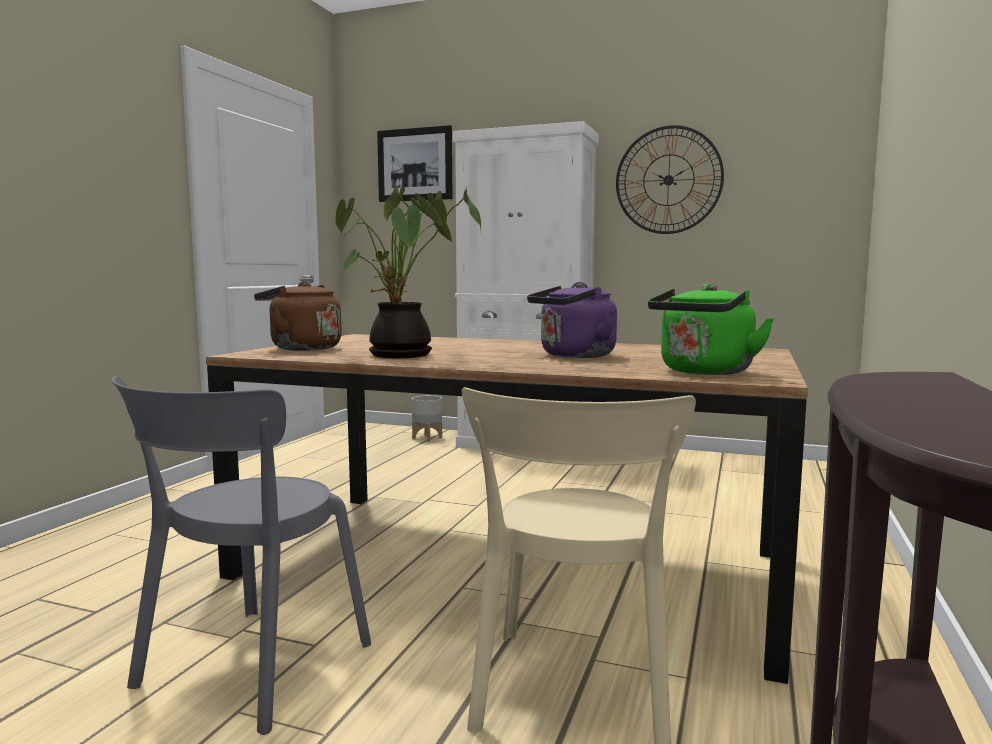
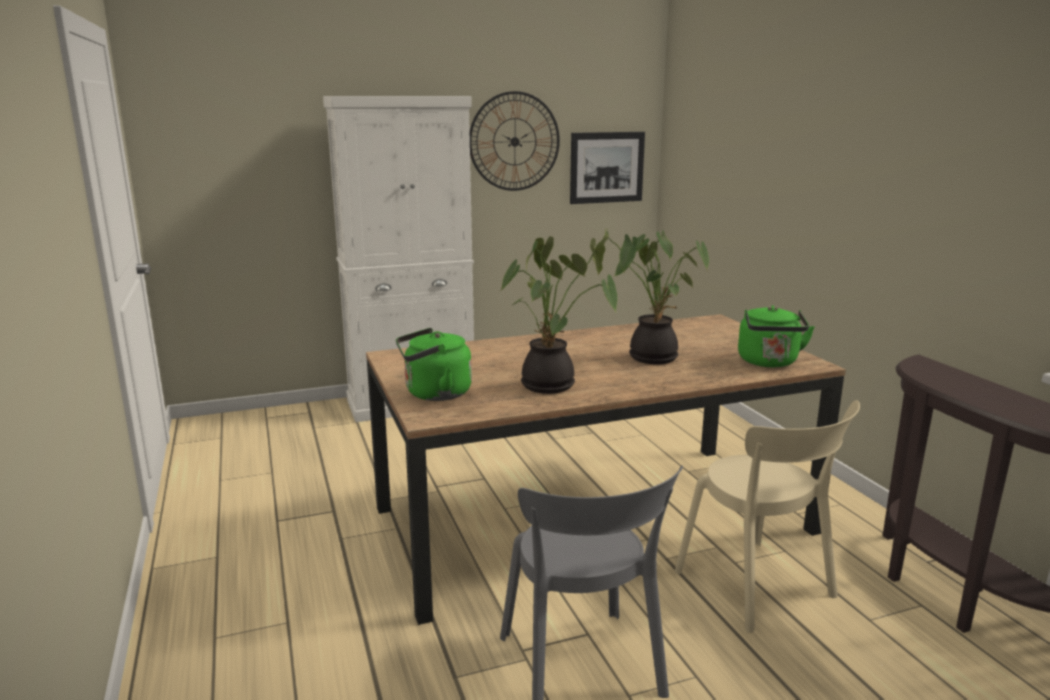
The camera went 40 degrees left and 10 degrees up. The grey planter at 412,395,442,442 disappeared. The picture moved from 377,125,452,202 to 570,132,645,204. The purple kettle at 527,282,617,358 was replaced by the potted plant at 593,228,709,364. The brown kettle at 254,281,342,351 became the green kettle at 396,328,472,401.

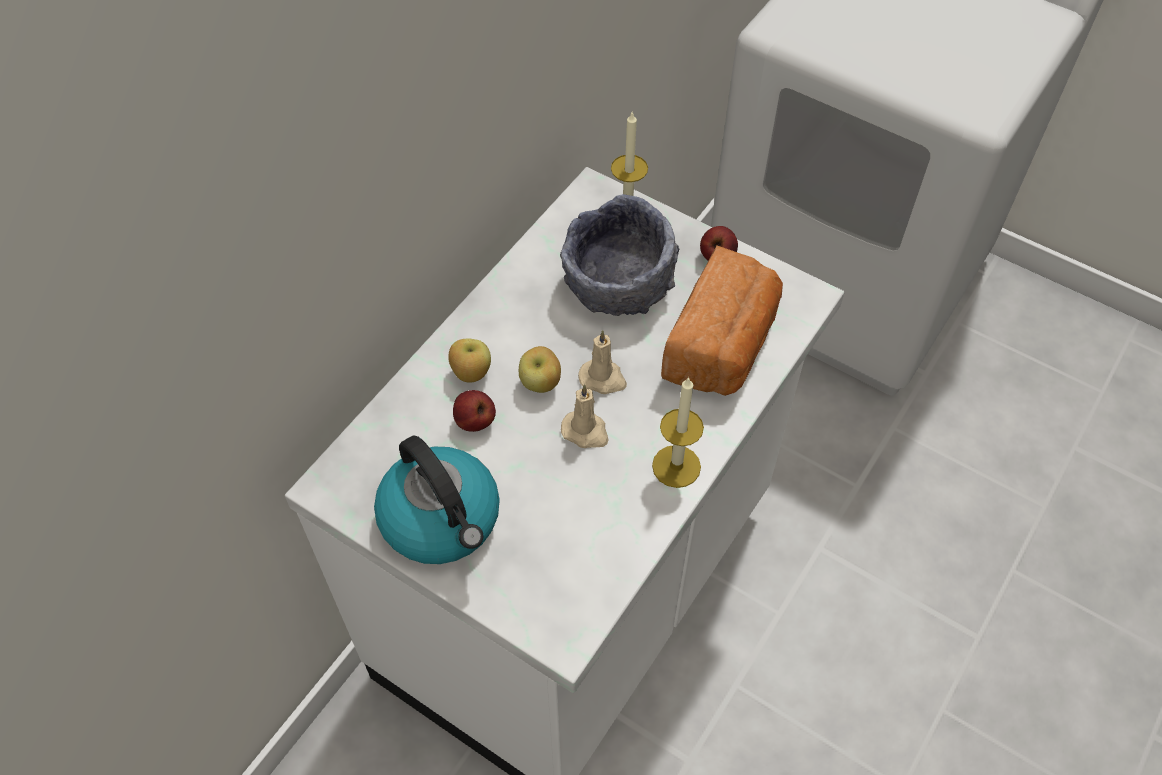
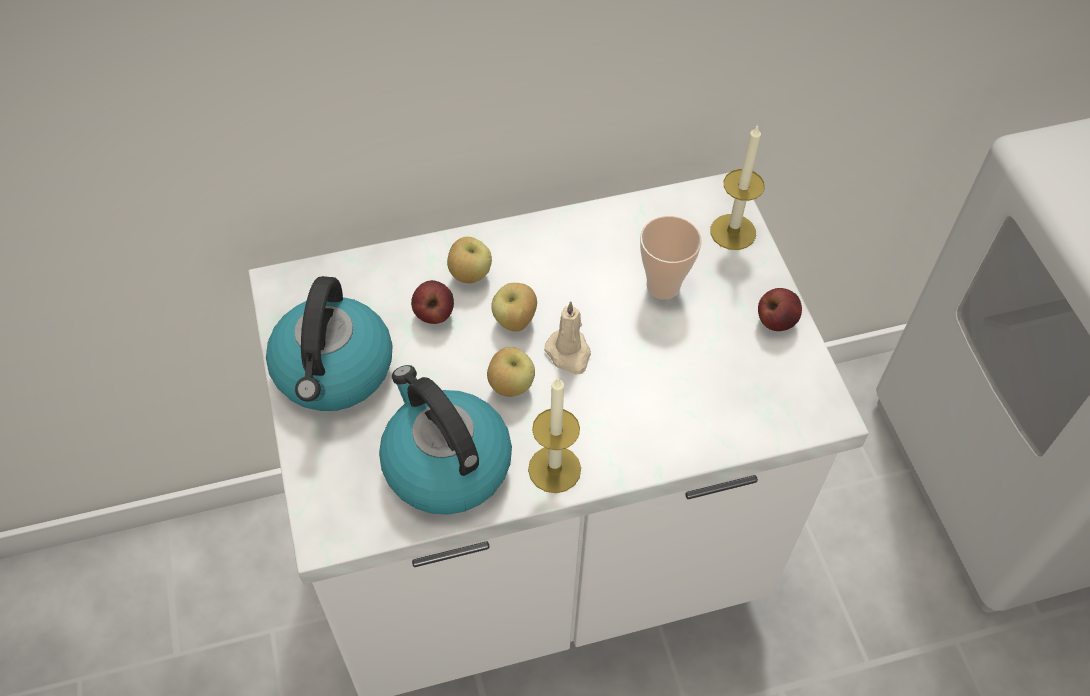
The camera went 40 degrees right and 0 degrees up. The bread at 661,245,783,396 disappeared. The kettle at 379,365,512,515 appeared. The grey bowl at 560,194,679,316 was replaced by the cup at 640,216,702,300. The beige candle at 561,384,608,448 was replaced by the apple at 487,347,535,397.

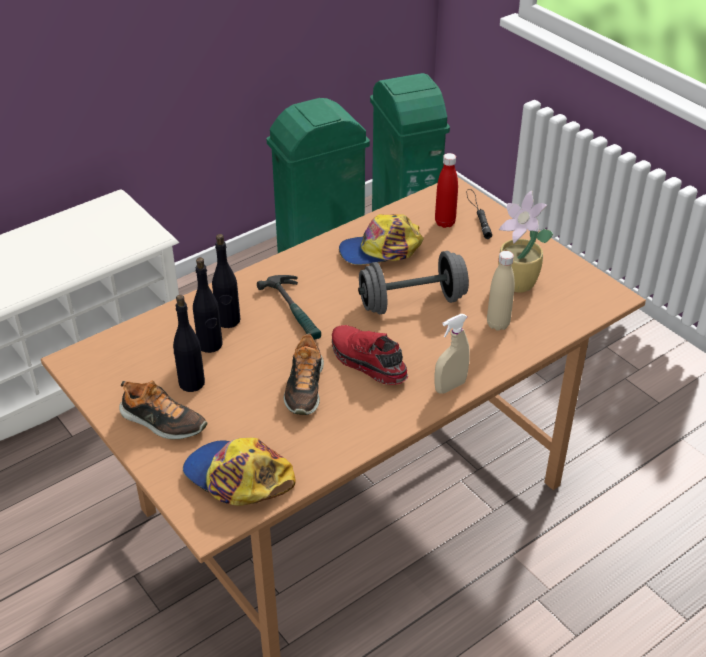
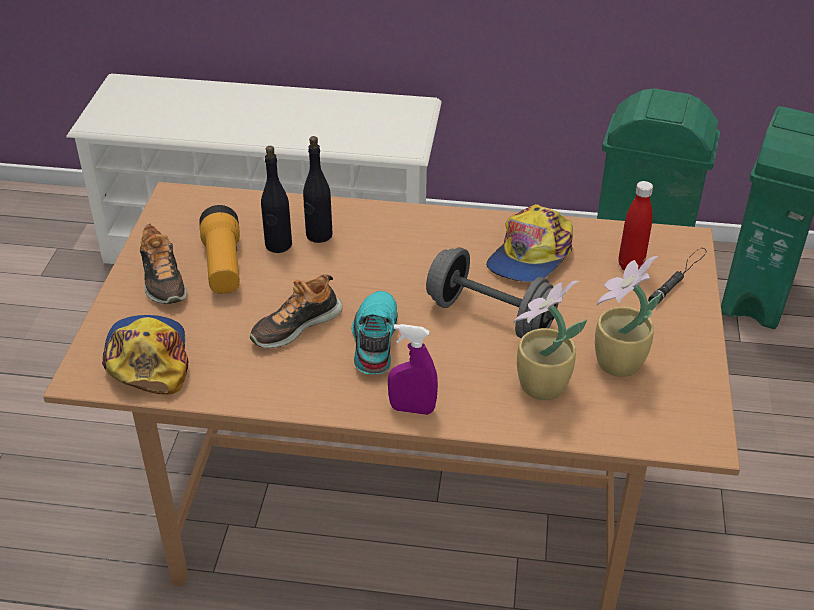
The camera went 45 degrees right and 0 degrees up. The hammer at 257,275,321,340 disappeared. The black bottle at 173,295,205,392 was replaced by the flashlight at 200,205,240,293. The beige bottle at 487,251,515,331 was replaced by the potted plant at 513,281,587,400. The red shoe at 332,325,408,385 became the turquoise shoe at 351,291,398,375. The beige spray bottle at 434,314,470,394 became the purple spray bottle at 388,324,438,415. The cap at 339,214,423,265 turned 90 degrees counterclockwise.

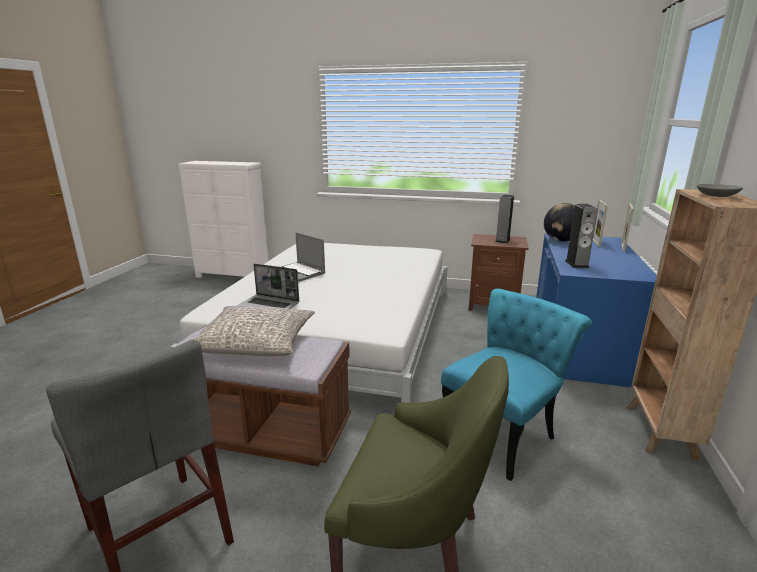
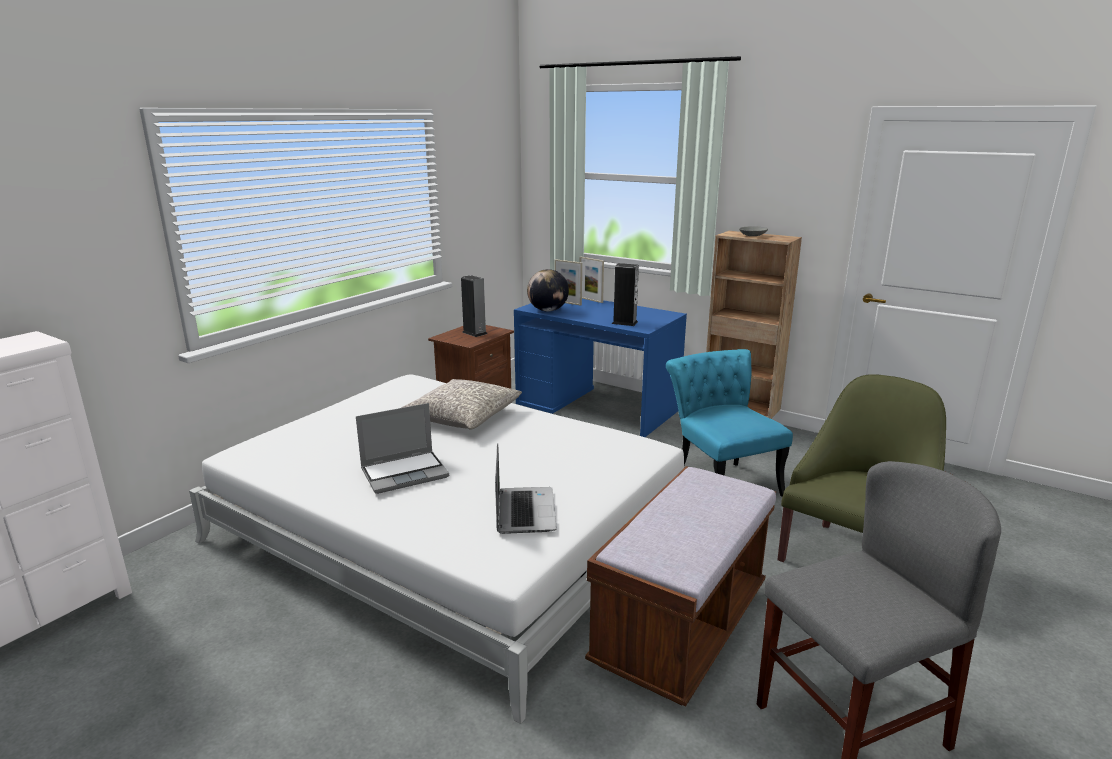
The camera went 70 degrees left and 0 degrees up. The grey pillow moved from 193,306,315,356 to 401,379,522,430. The laptop at 237,264,299,309 turned 45 degrees counterclockwise.

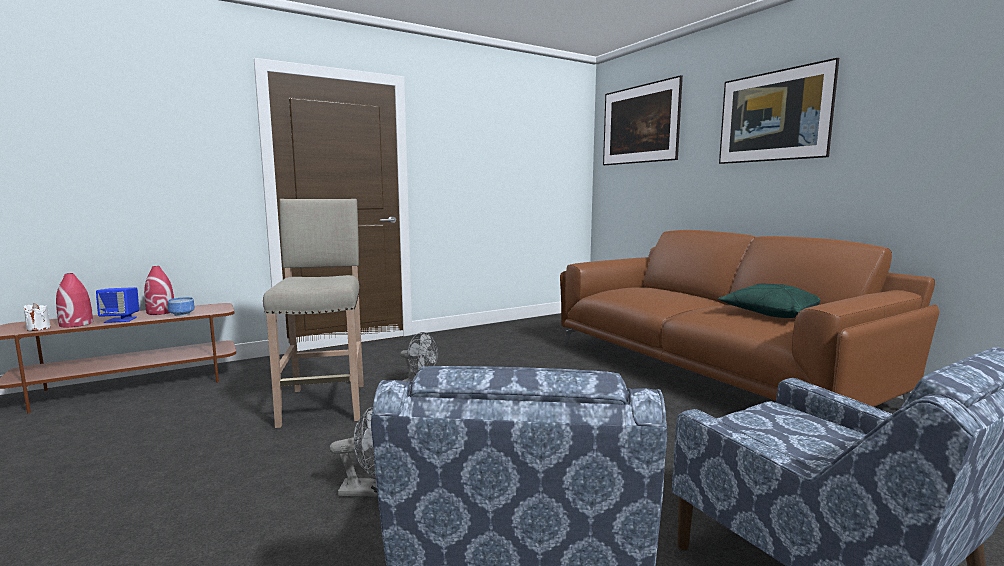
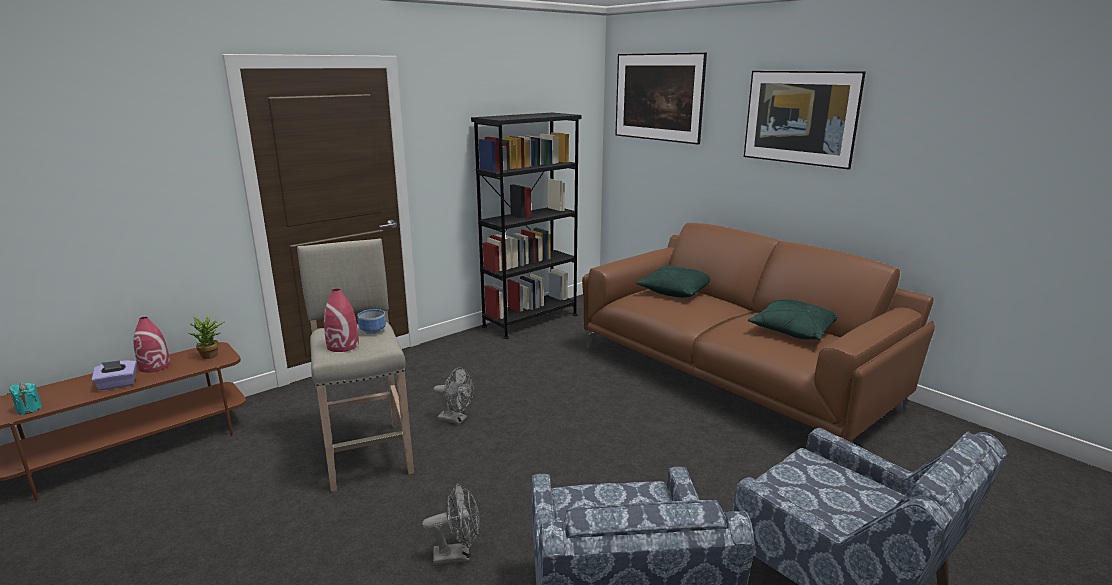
The camera went 10 degrees left and 10 degrees up. The potted plant at 188,314,225,359 appeared. The black bookcase at 471,113,582,339 appeared. The green pillow at 636,265,710,298 appeared. The red vase moved from 56,273,93,327 to 324,289,359,352. The bowl moved from 167,297,195,316 to 358,309,386,334. The blue speaker at 96,287,139,323 was replaced by the purple tissue box at 92,360,137,391. The white candle at 23,303,51,331 became the turquoise candle at 9,383,42,415.

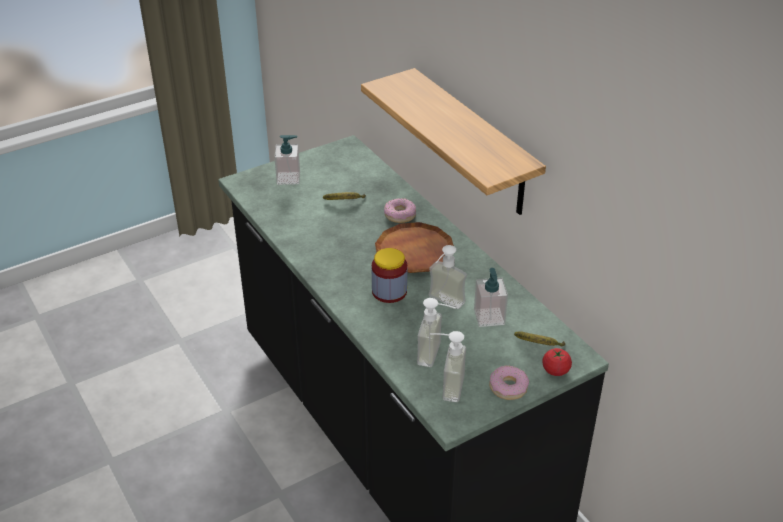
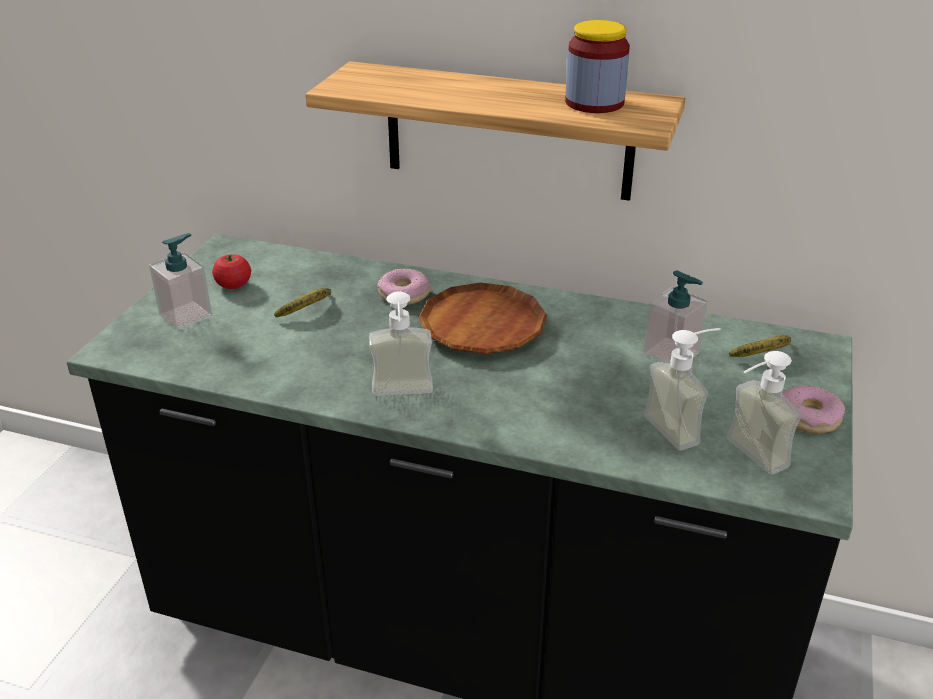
The camera went 40 degrees left and 5 degrees down. The jar moved from 372,248,407,303 to 565,20,630,113. The soap dispenser moved from 429,245,467,309 to 369,291,433,396. The tomato moved from 542,348,572,376 to 212,254,251,289.

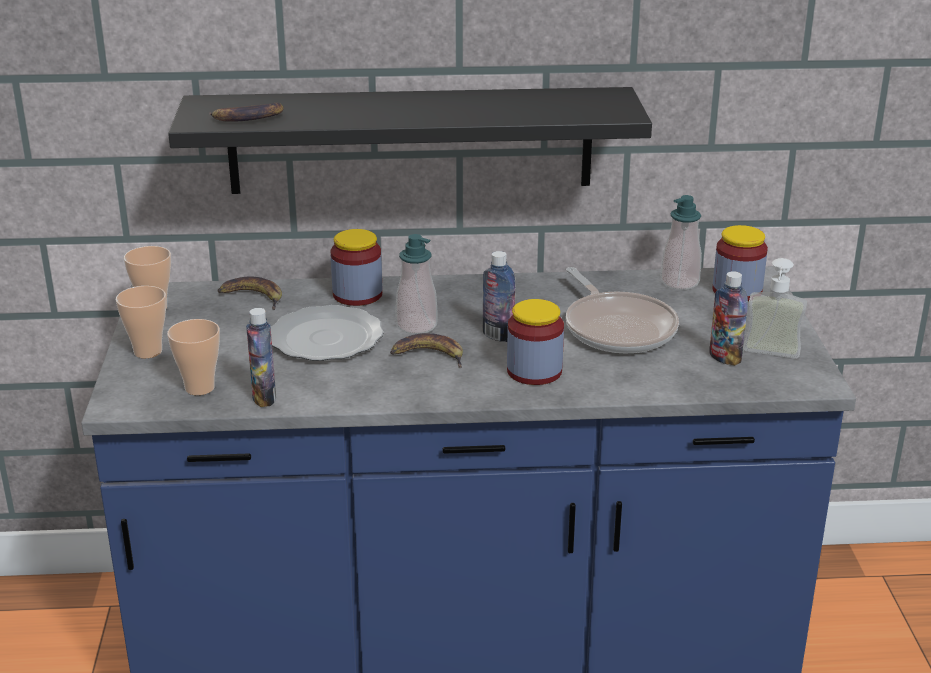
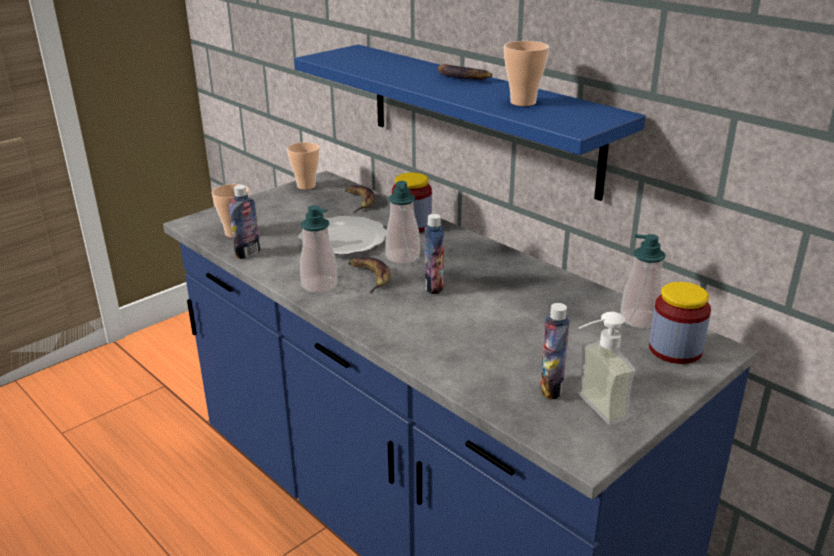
The camera went 50 degrees right and 0 degrees up. The jar at 507,299,564,385 disappeared. The frying pan at 566,267,679,353 disappeared. The soap dispenser at 300,205,338,293 appeared. The cup moved from 116,286,166,358 to 504,41,549,106. The banana moved from 209,103,284,122 to 438,64,492,80. The black shelf at 168,87,652,194 became the blue shelf at 294,44,645,201.

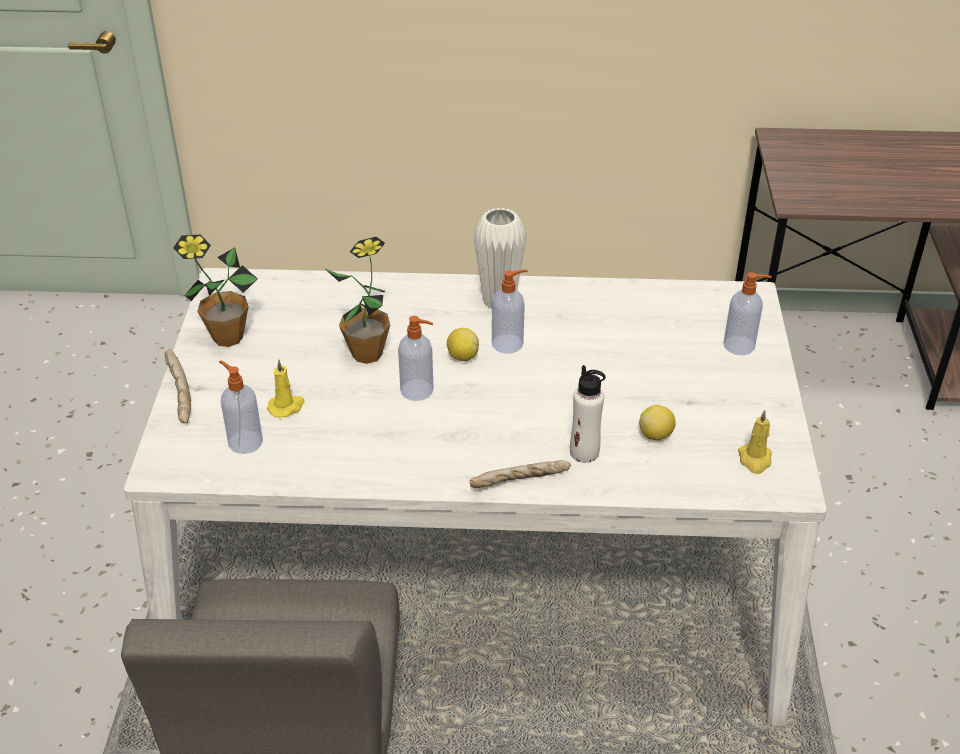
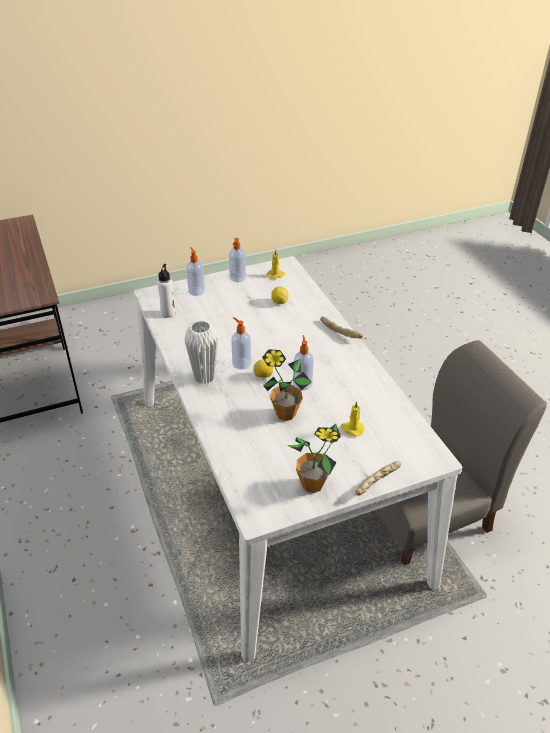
The camera went 115 degrees left and 0 degrees up. The soap dispenser moved from 219,360,263,454 to 229,238,246,282. The white bottle moved from 570,365,606,463 to 157,264,176,318.

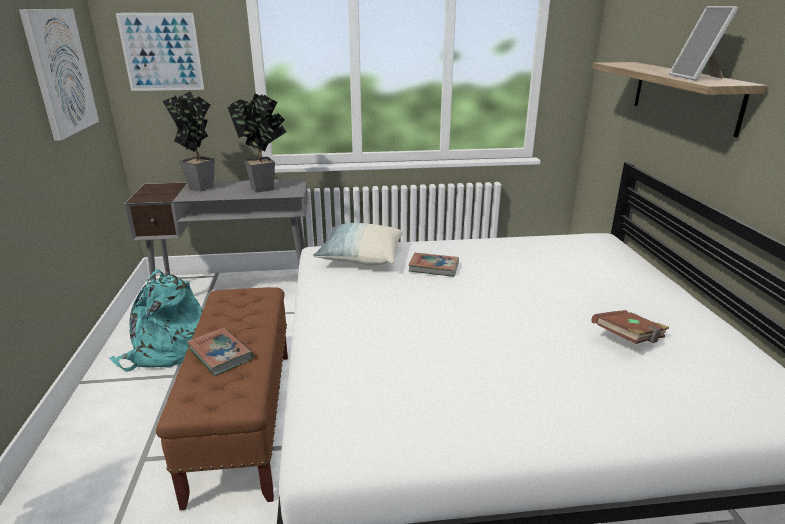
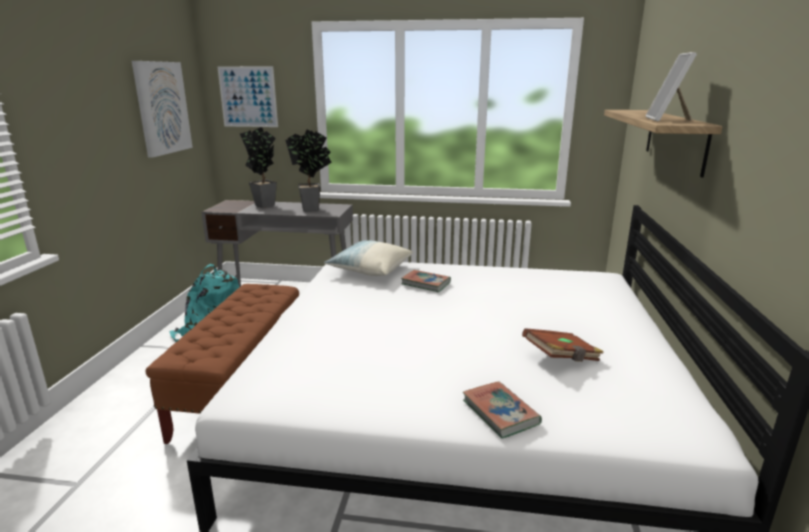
The camera went 15 degrees right and 5 degrees down. The book moved from 187,328,254,376 to 463,381,542,438.

